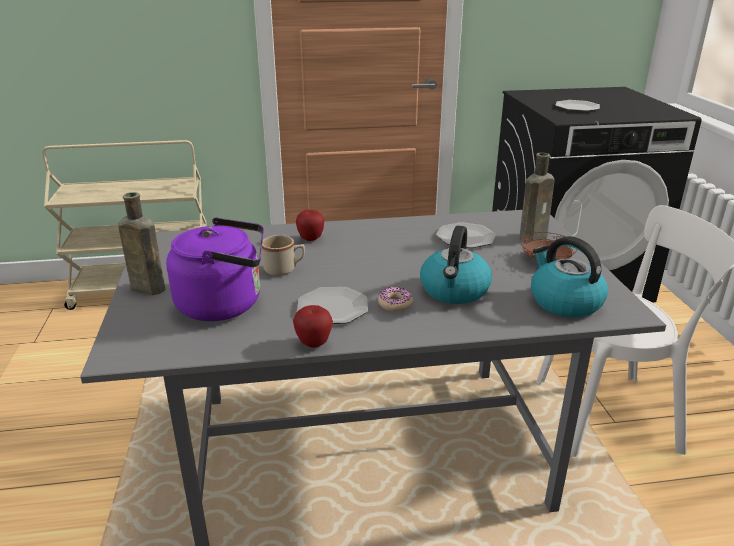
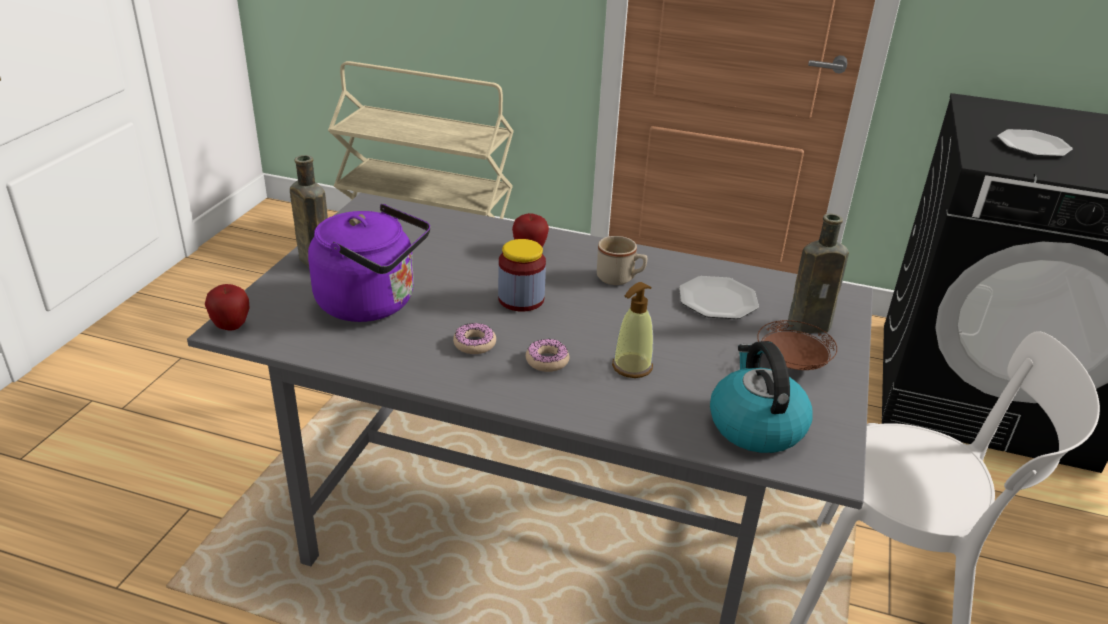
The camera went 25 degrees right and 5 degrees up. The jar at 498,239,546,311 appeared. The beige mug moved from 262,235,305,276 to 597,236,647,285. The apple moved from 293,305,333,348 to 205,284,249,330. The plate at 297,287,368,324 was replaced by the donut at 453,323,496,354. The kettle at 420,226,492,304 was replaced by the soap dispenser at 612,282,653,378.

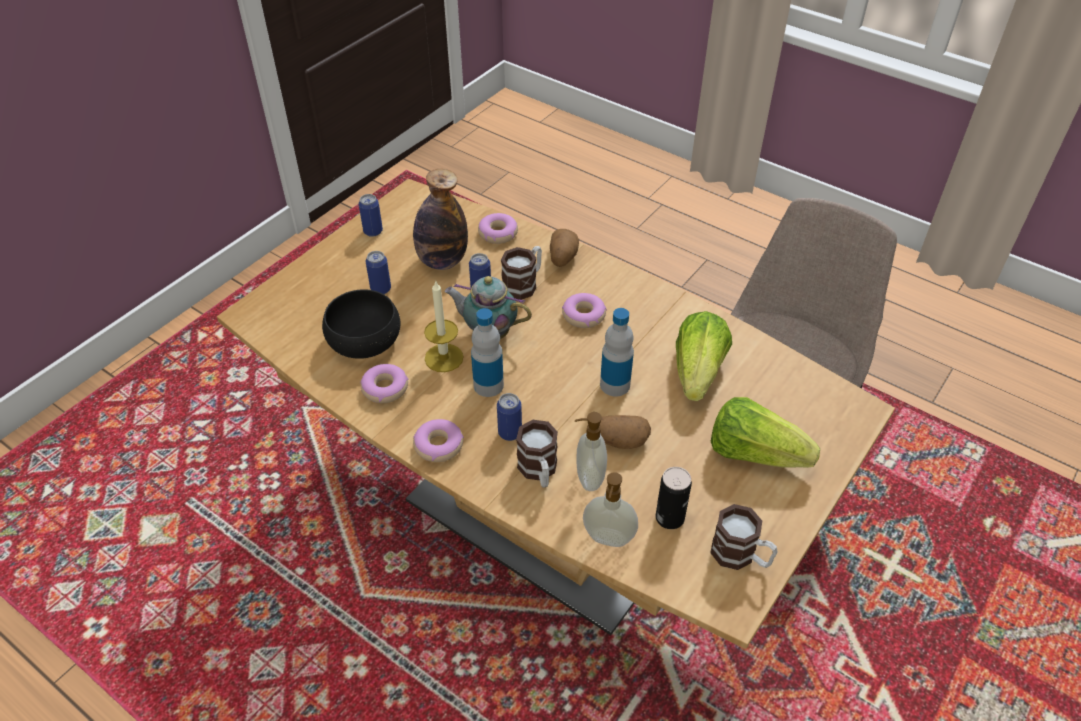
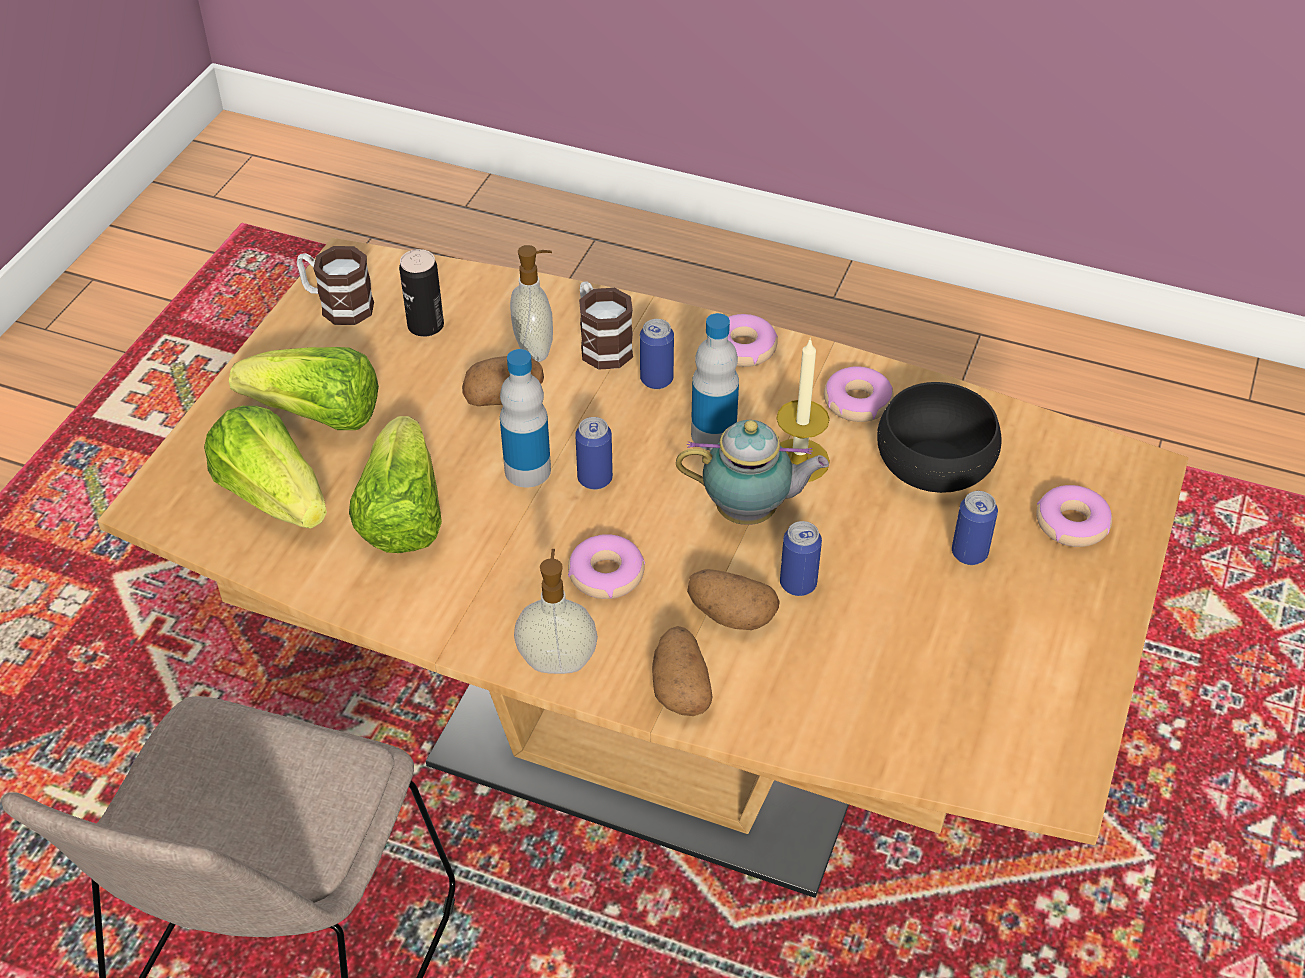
The camera went 165 degrees right and 0 degrees up. The bottle at 413,169,468,270 disappeared. The lettuce at 204,406,327,529 appeared. The can moved from 359,194,383,237 to 575,417,613,490. The donut moved from 478,213,518,244 to 1036,485,1112,547. The soap dispenser moved from 583,472,638,547 to 514,549,598,674. The mug at 501,246,542,300 was replaced by the potato at 687,569,780,630.

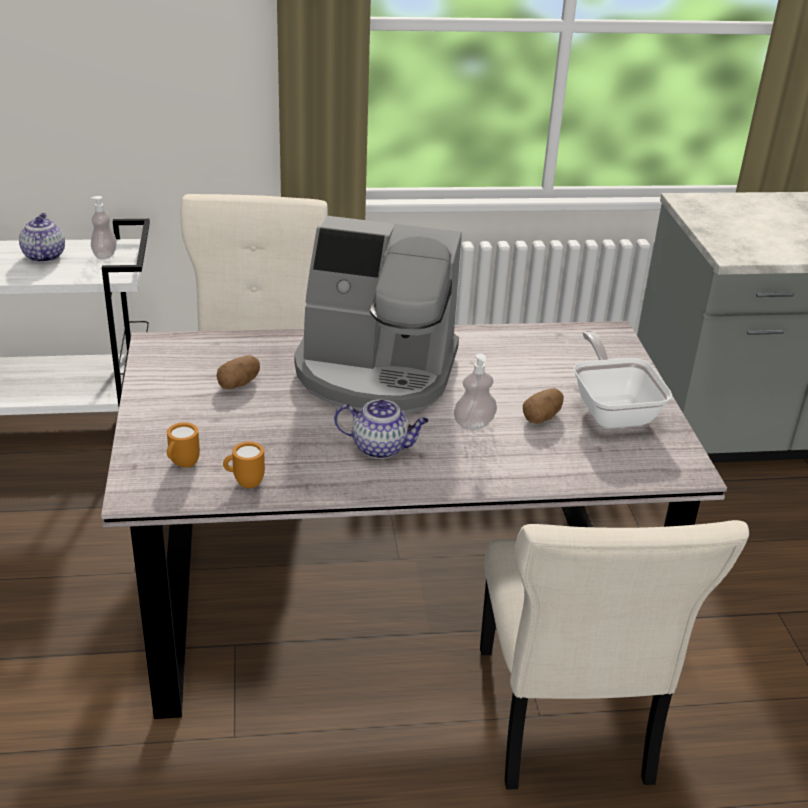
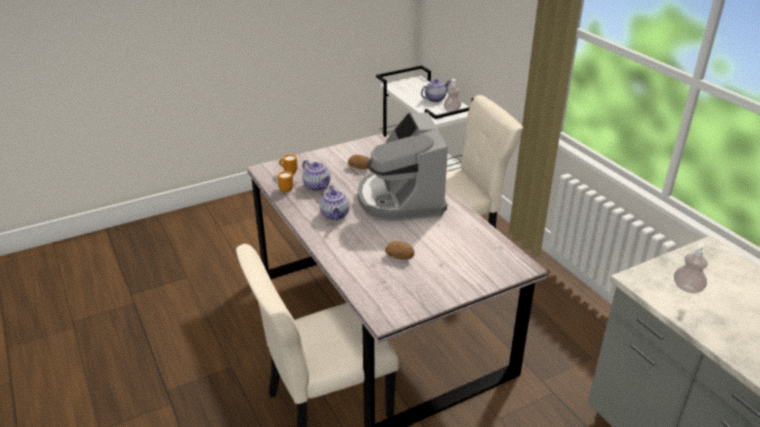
The camera went 70 degrees right and 0 degrees up. The frying pan at 574,331,672,429 disappeared. The teapot at 302,160,331,191 appeared. The soap dispenser moved from 454,354,497,430 to 674,243,708,294.

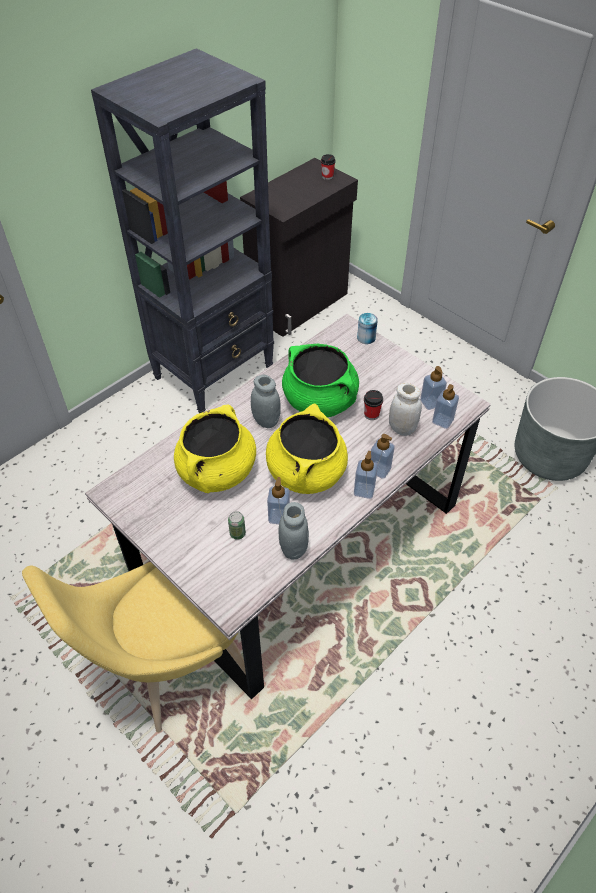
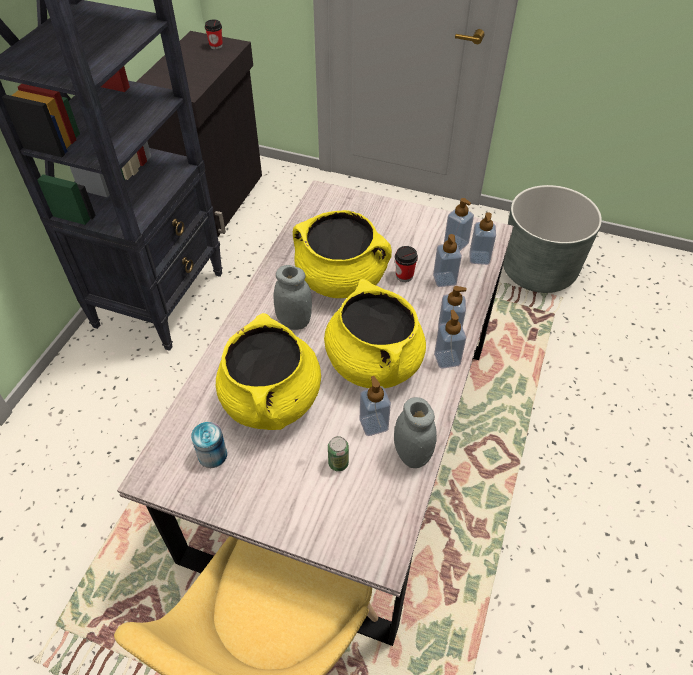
The camera went 25 degrees left and 0 degrees up. The can moved from 357,313,378,344 to 191,422,227,468. The white jar at 389,383,422,436 was replaced by the soap dispenser at 433,234,462,287. The green cooking pot at 282,344,359,417 became the yellow cooking pot at 293,210,392,298.

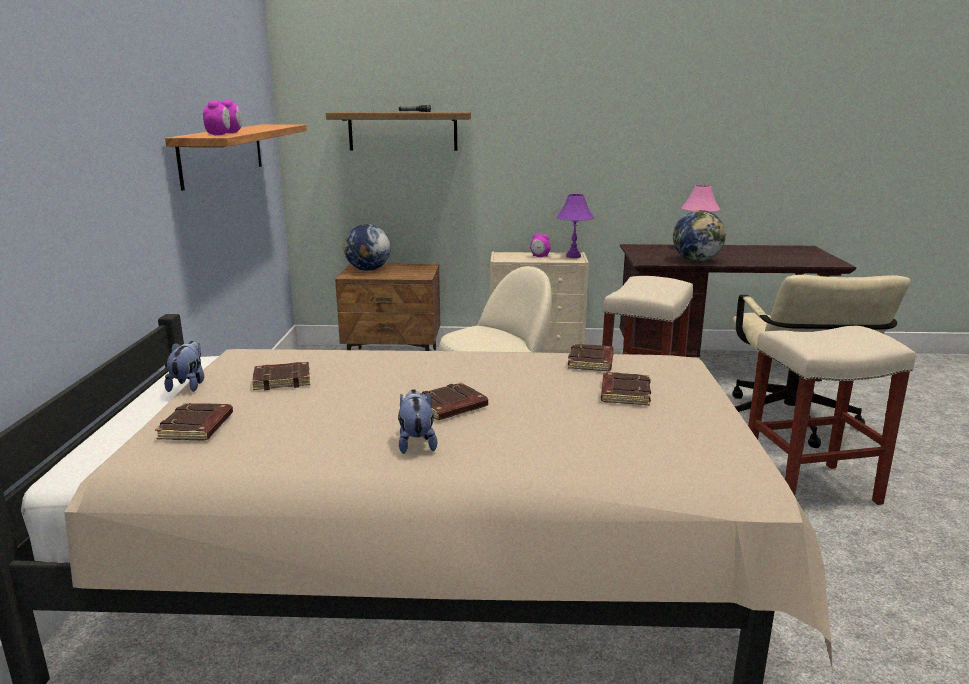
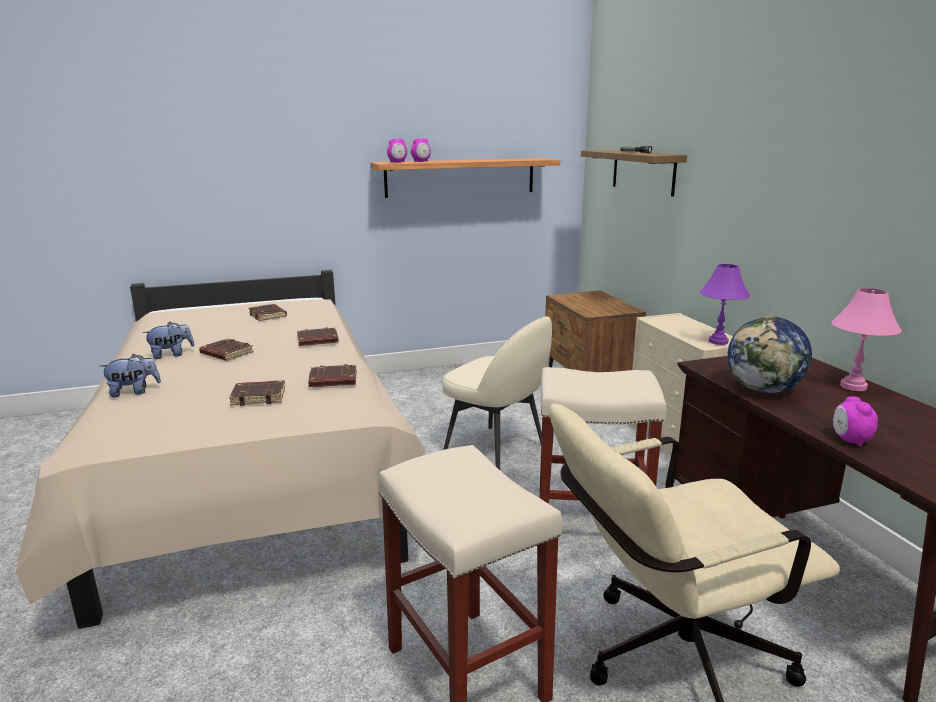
The camera went 70 degrees right and 0 degrees up. The globe at 343,224,391,271 disappeared. The brown book moved from 155,403,233,441 to 297,327,339,346. The plush toy moved from 164,341,204,392 to 99,353,161,397. The alarm clock moved from 530,234,551,257 to 833,396,878,447.

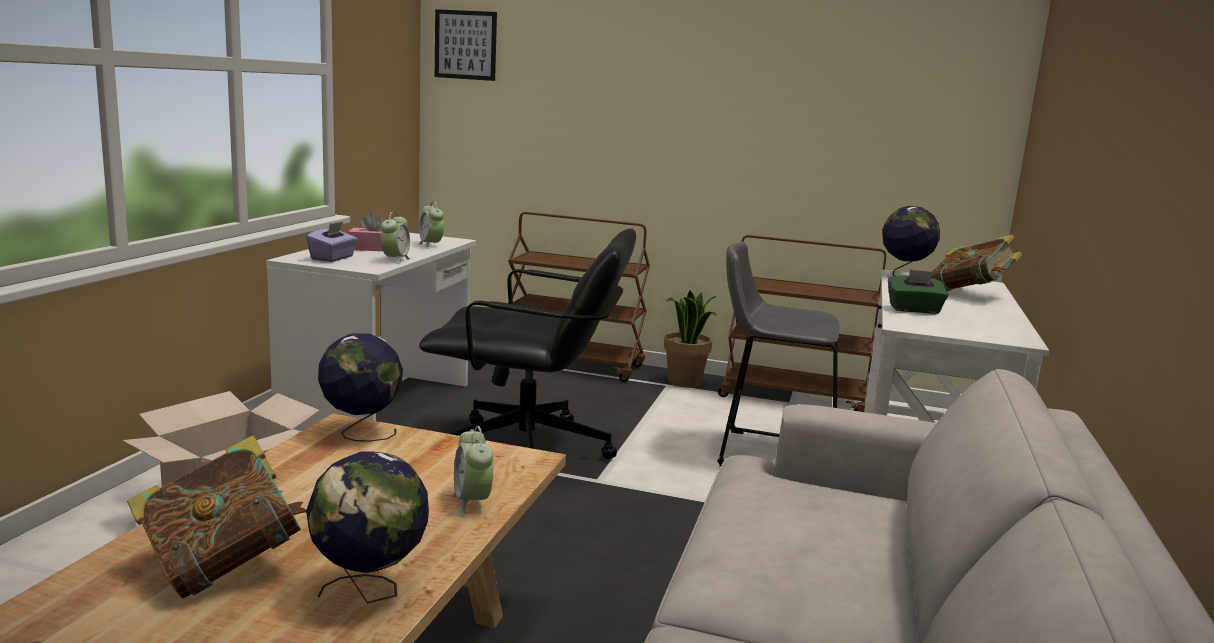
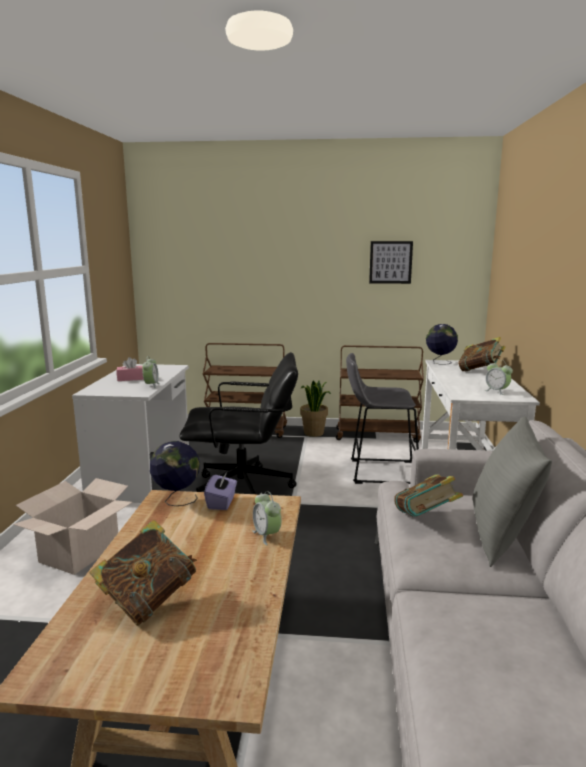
The camera went 10 degrees left and 0 degrees up. The globe at 306,451,429,604 disappeared. The green tissue box at 888,269,949,314 disappeared. The book at 394,474,463,517 appeared. The grey pillow at 473,416,552,567 appeared. The purple tissue box moved from 306,222,358,262 to 204,472,237,510. The alarm clock moved from 418,201,444,249 to 484,360,513,395. The picture moved from 435,9,497,81 to 369,241,413,284.

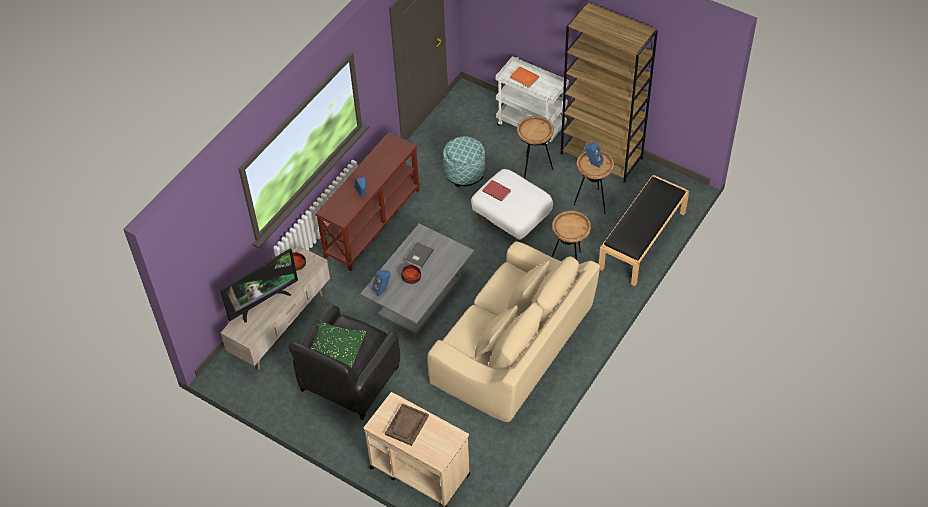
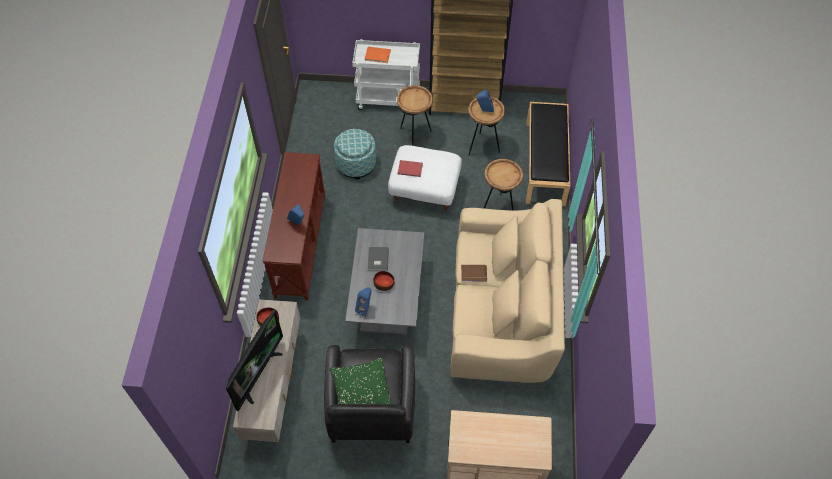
The camera went 30 degrees left and 5 degrees up. The brown tray at 385,403,429,446 disappeared. The brown book at 461,265,487,281 appeared.

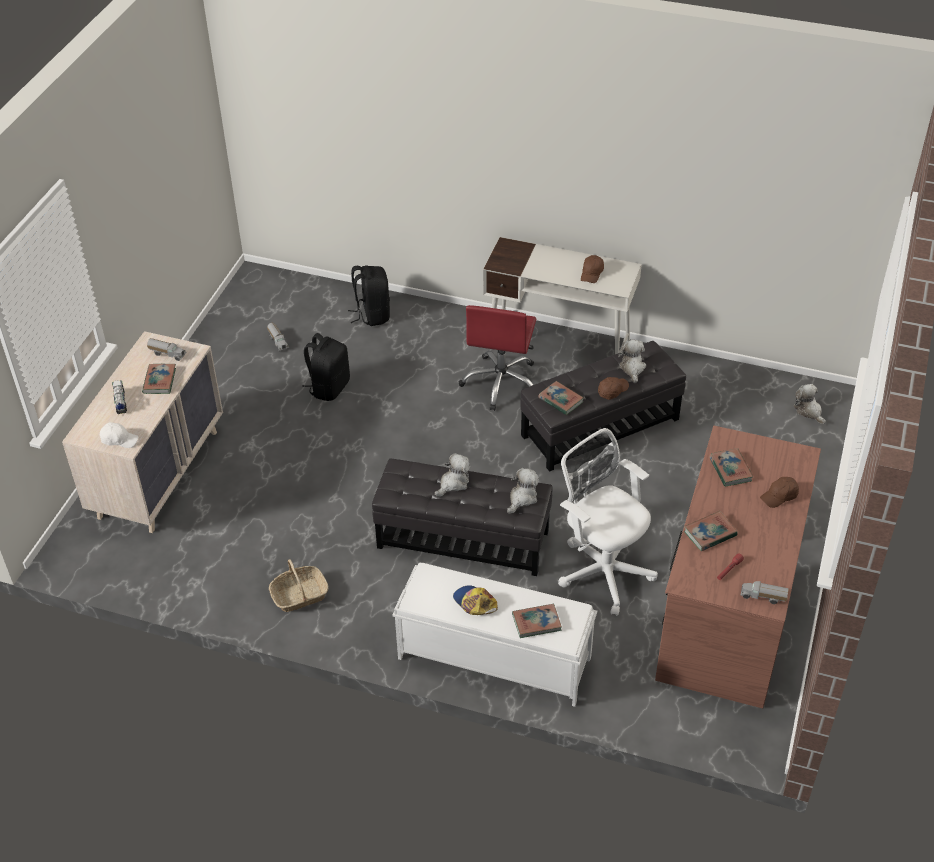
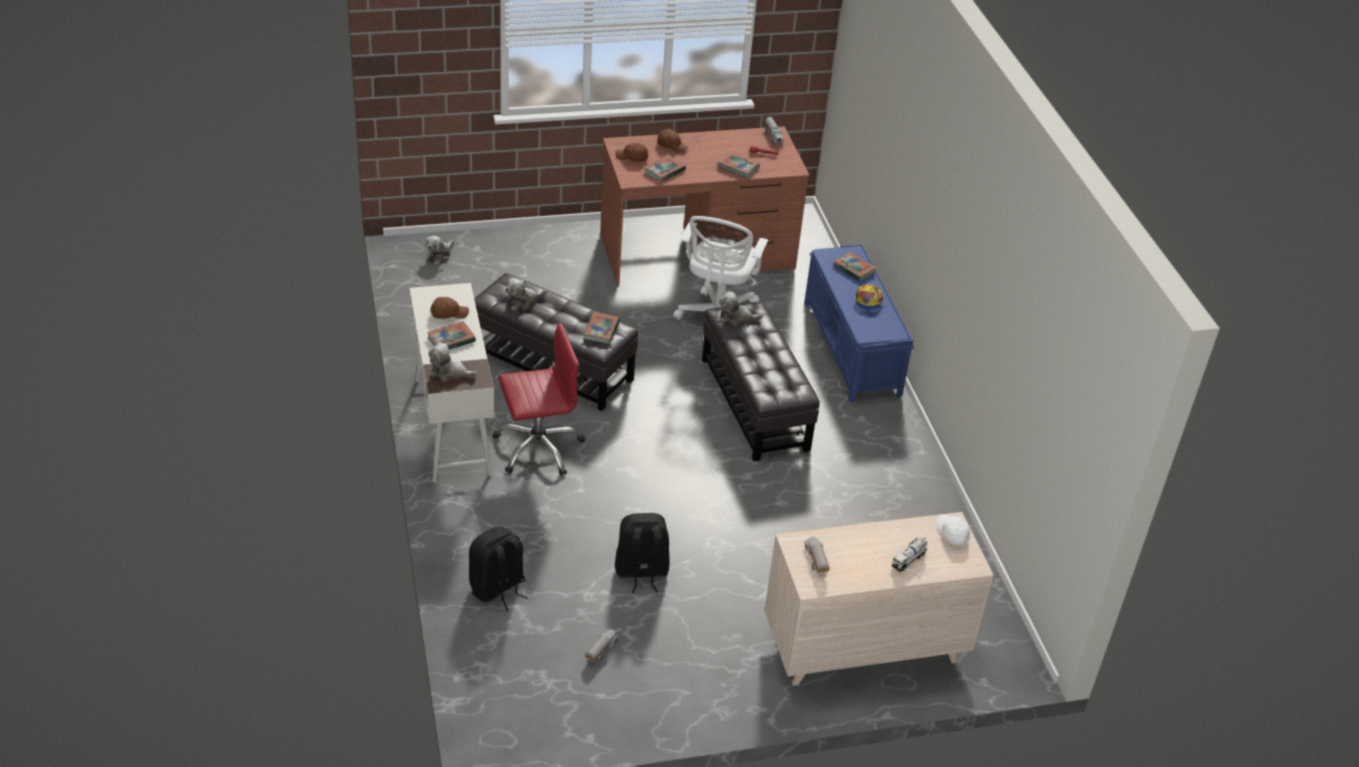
The camera went 125 degrees left and 5 degrees down. The basket at 269,559,328,612 disappeared. The book moved from 142,364,176,394 to 427,321,476,350. The plush toy moved from 435,453,470,497 to 429,343,477,382. The brown cap moved from 598,377,629,400 to 615,143,649,162. The white bench at 392,563,597,707 became the blue bench at 804,244,914,402.

